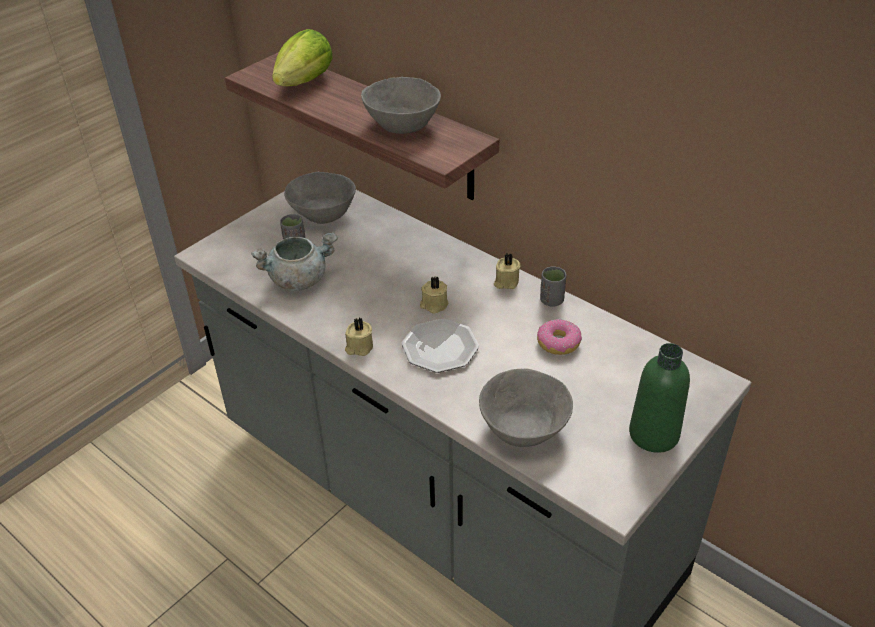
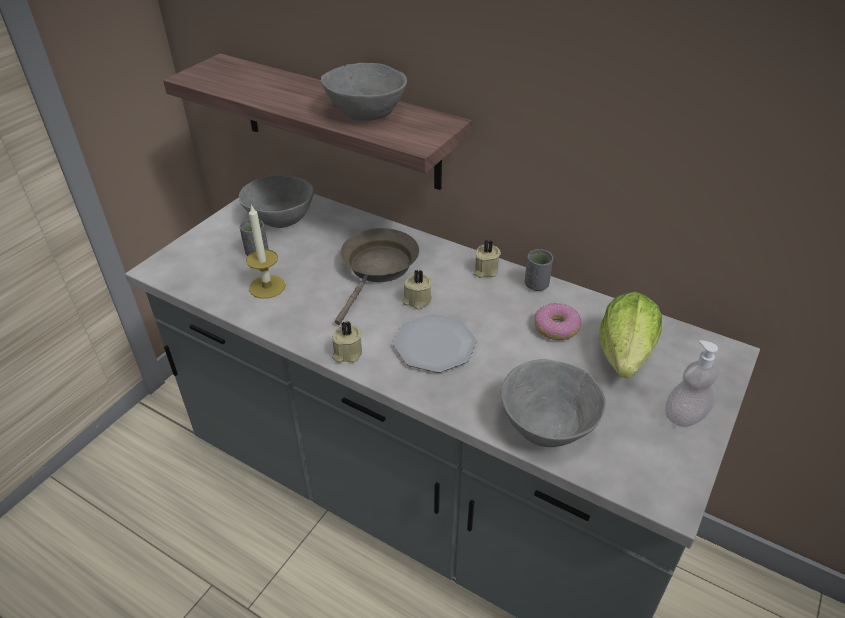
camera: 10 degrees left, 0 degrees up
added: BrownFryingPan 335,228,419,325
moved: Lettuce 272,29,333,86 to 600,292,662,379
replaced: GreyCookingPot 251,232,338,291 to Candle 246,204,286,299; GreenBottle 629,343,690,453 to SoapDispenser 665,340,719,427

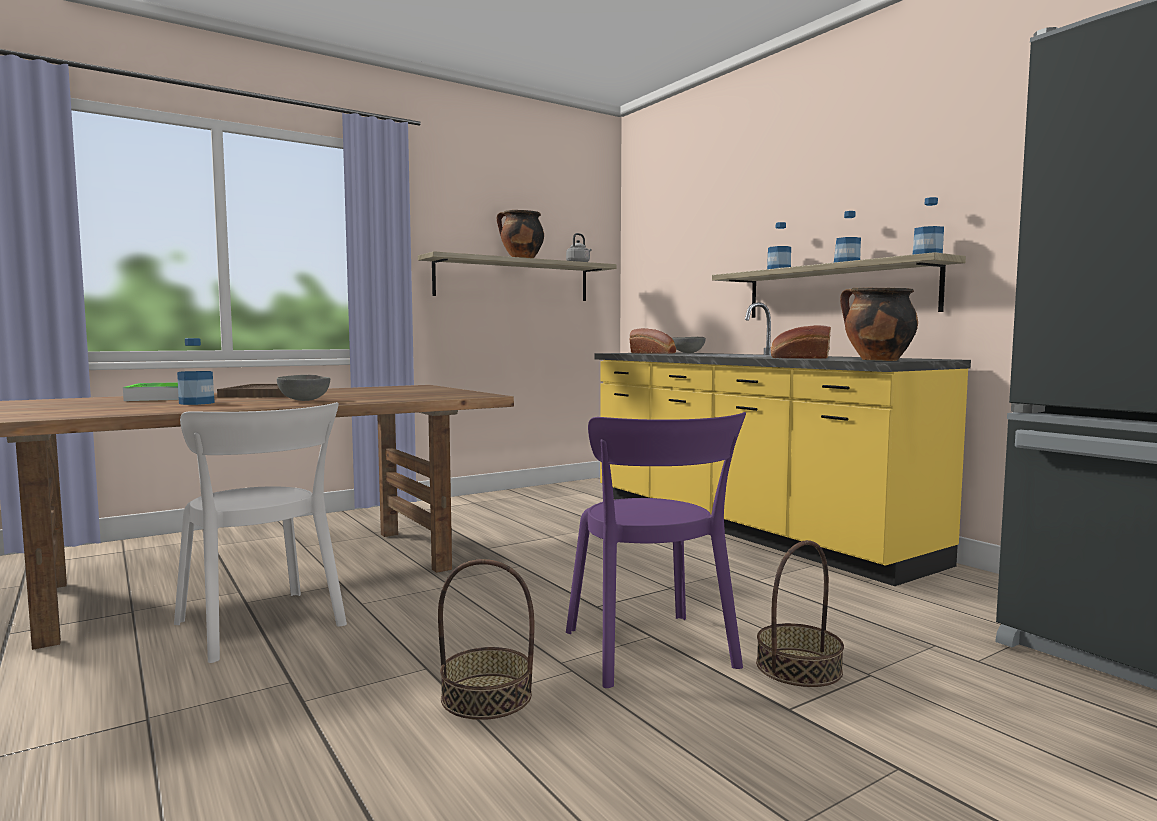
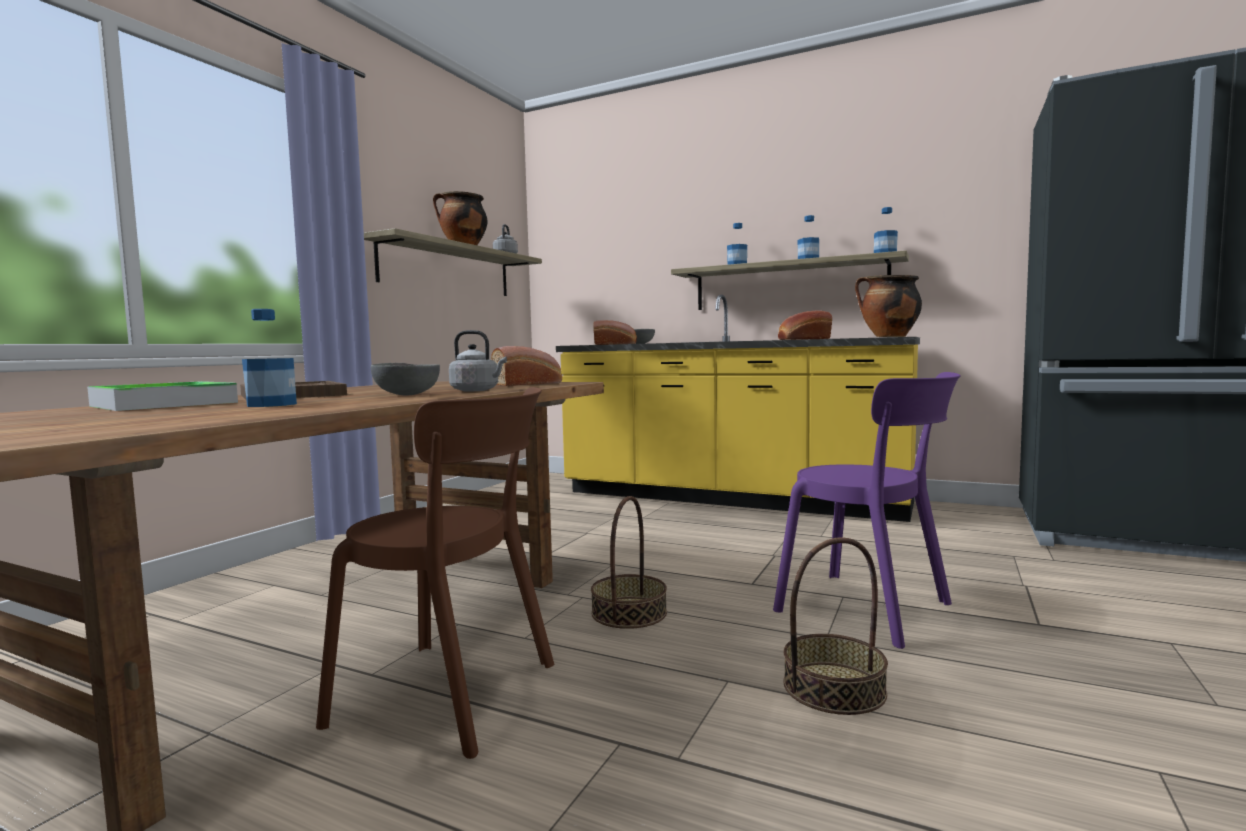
camera: 30 degrees left, 0 degrees up
added: GreyKettle 449,330,507,391; Bread 491,346,562,386
moved: Basket 756,540,844,687 to 591,496,667,629
recoloured: WhiteChair 174,402,347,663 to BrownChair 316,387,554,759

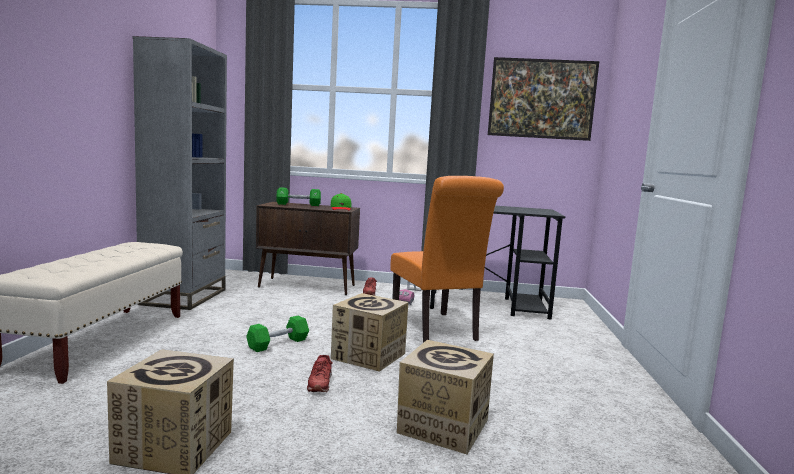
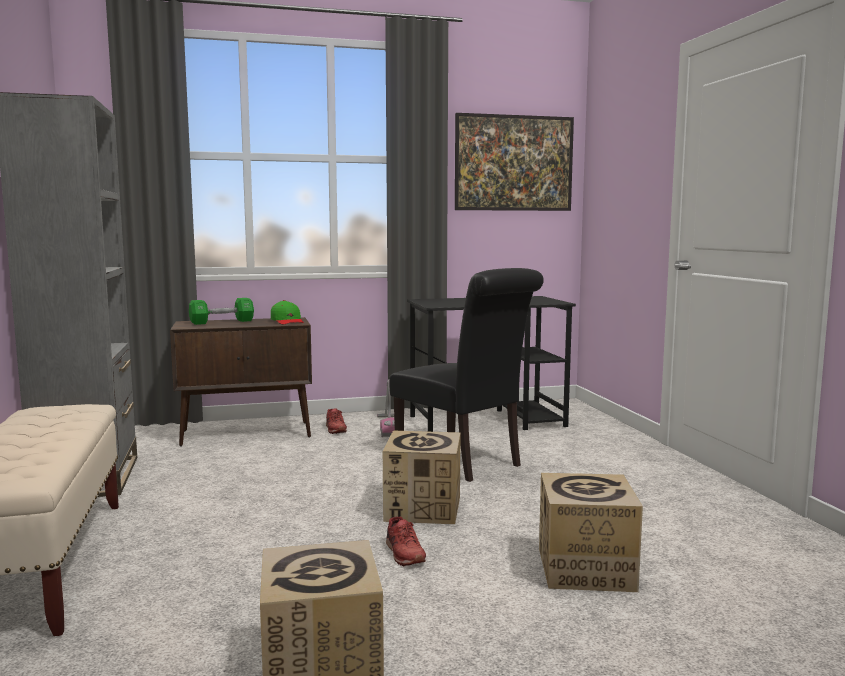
camera: 20 degrees left, 0 degrees up
removed: GreenDumbbell 246,316,309,352
recoloured: OrangeChair 391,176,504,343 to BlackChair 389,268,544,482

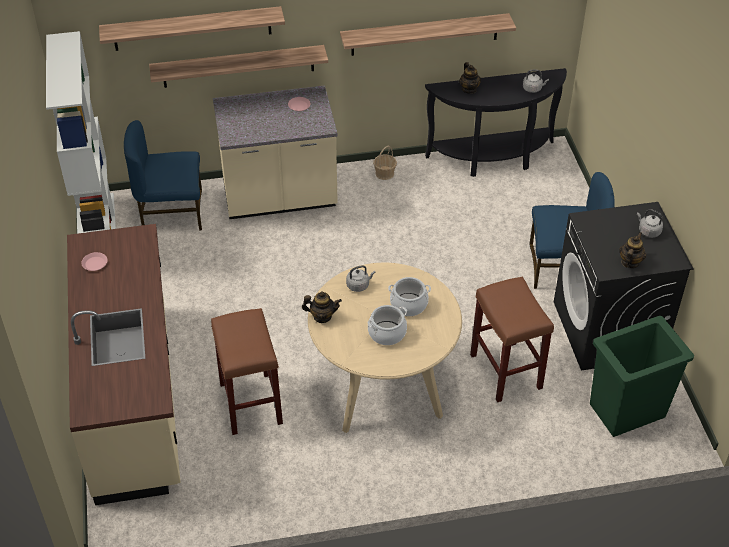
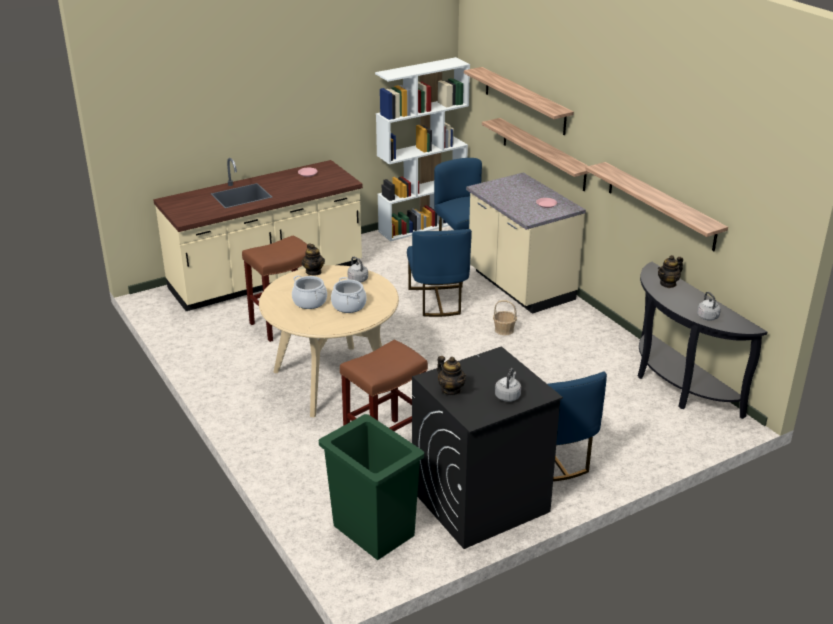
camera: 70 degrees right, 15 degrees down
added: BlueChair 407,229,472,317
moved: Basket 373,145,397,180 to 493,300,517,336
turned: Teapot 619,232,646,268 = 437,356,466,395 45 degrees clockwise

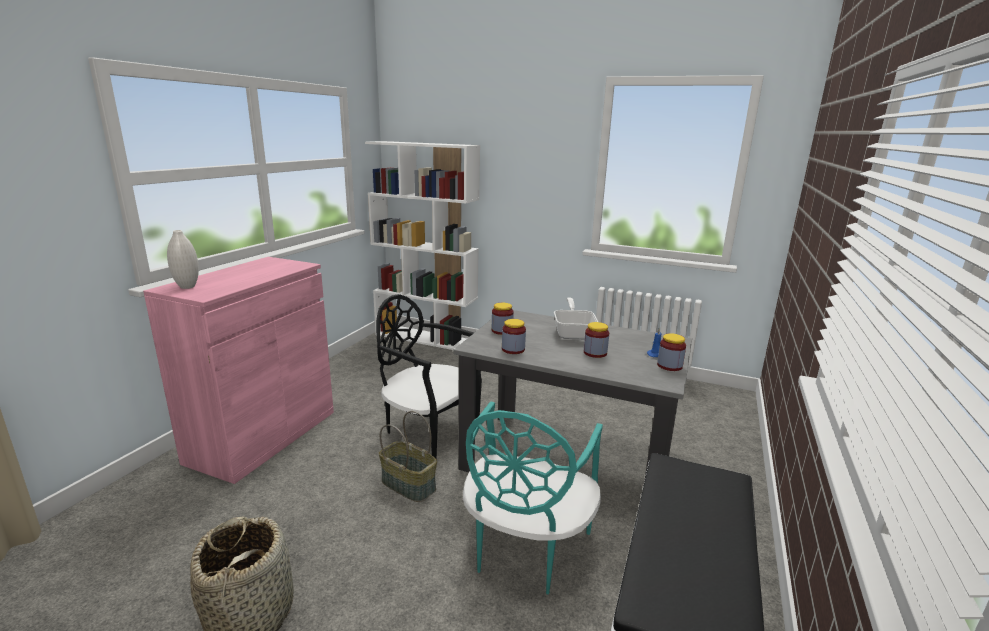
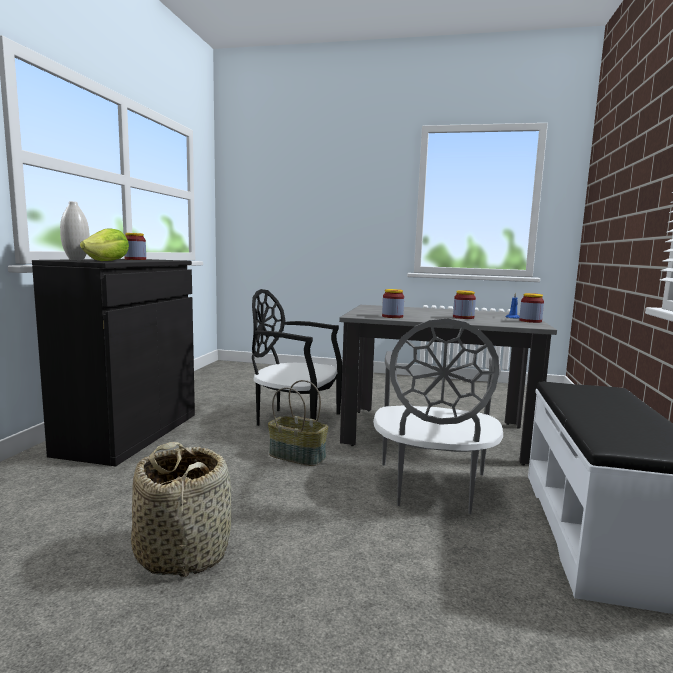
camera: 10 degrees left, 10 degrees down
removed: WhiteBookcase 365,141,480,350; FryingPan 554,298,598,339
added: Lettuce 80,229,129,261
moved: Jar 492,303,514,335 to 124,233,146,260
recoloured: PinkCabinet 143,257,334,484 to BlackCabinet 32,259,195,467; TurquoiseChair 463,401,603,595 to GreyChair 373,318,503,514

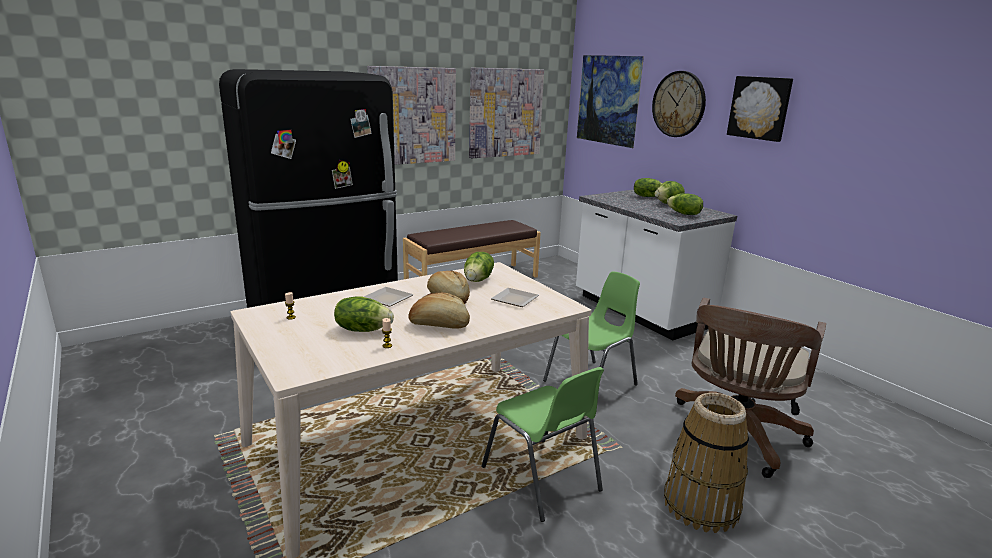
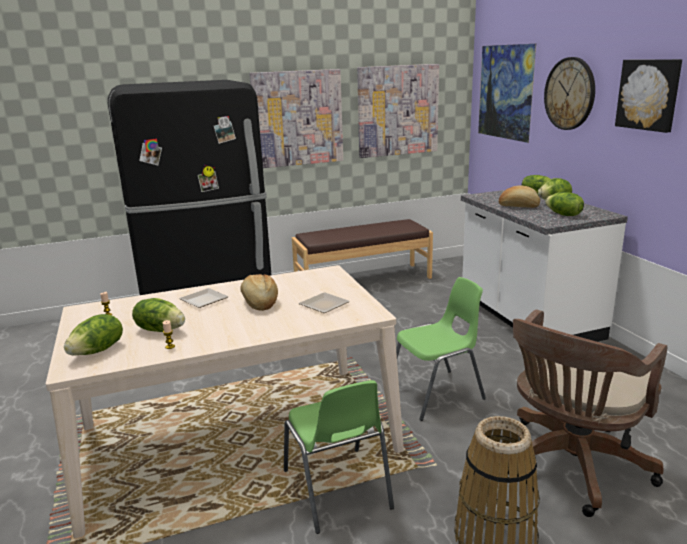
camera: 15 degrees right, 0 degrees up
moved: Bread 409,293,470,329 to 499,185,540,208; Lettuce 464,252,494,282 to 64,314,123,356

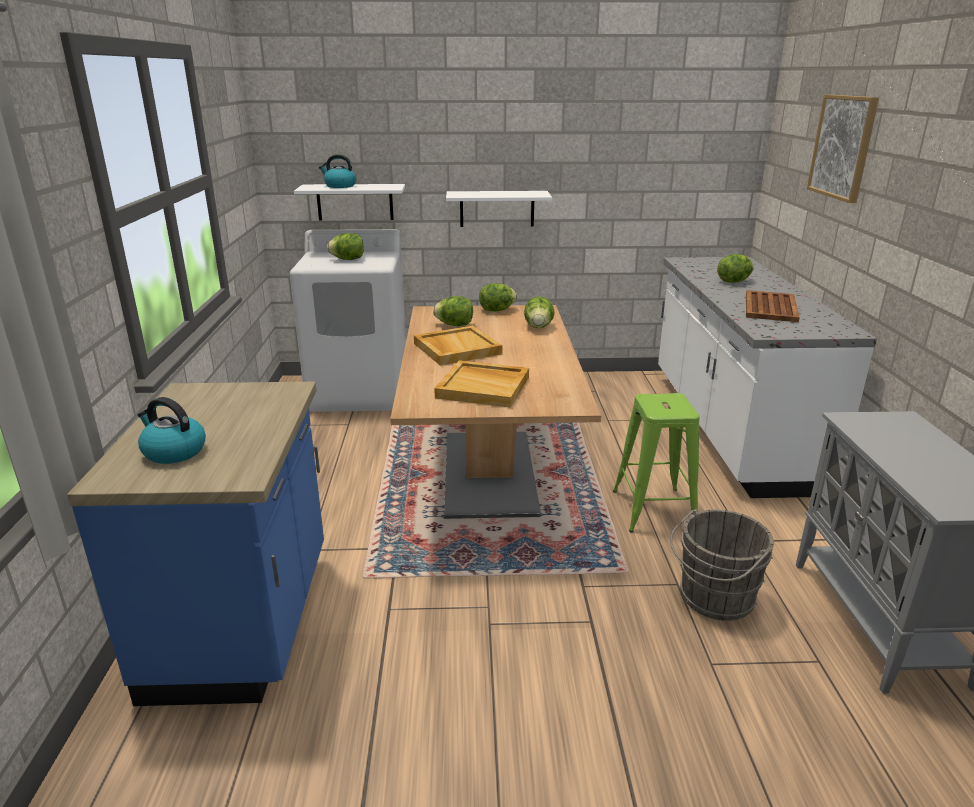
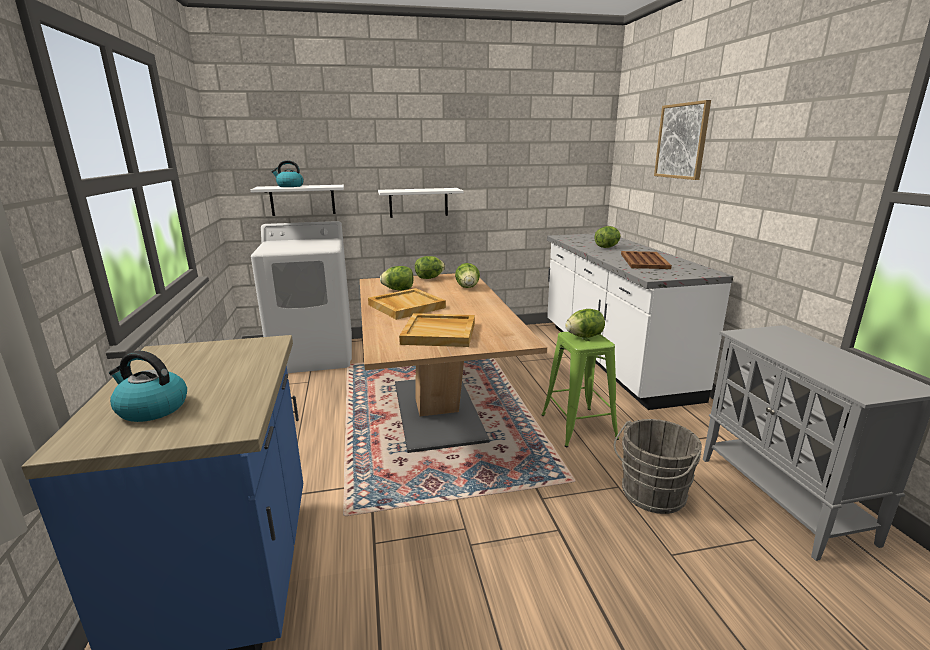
camera: 10 degrees left, 5 degrees down
moved: Lettuce 327,233,364,260 to 565,309,605,338

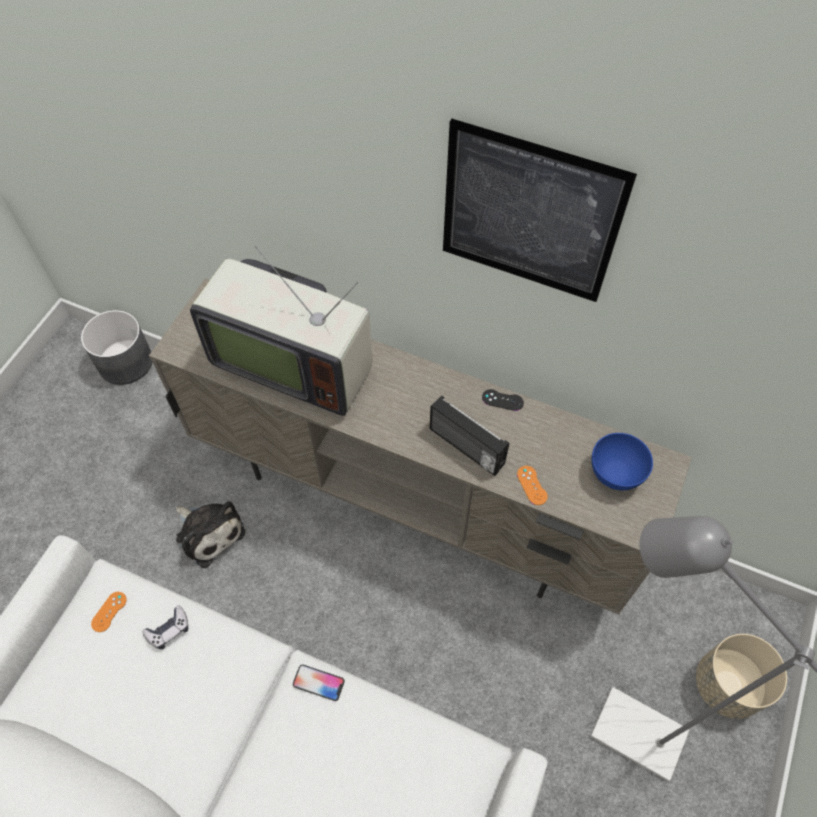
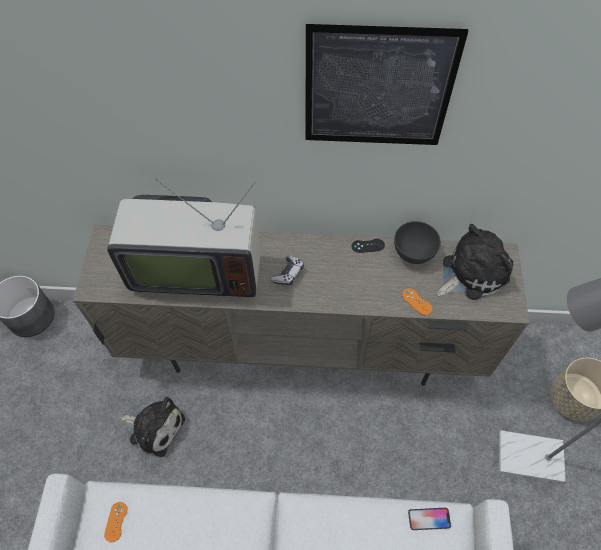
camera: 20 degrees left, 0 degrees up
removed: Radio 430,395,509,476
added: GreyBowl 394,221,441,264
moved: GameController 142,606,188,649 to 271,256,304,285; Phone 293,664,345,701 to 408,508,451,530
replaced: BlueBowl 592,433,653,490 to PlushToy 437,224,513,300

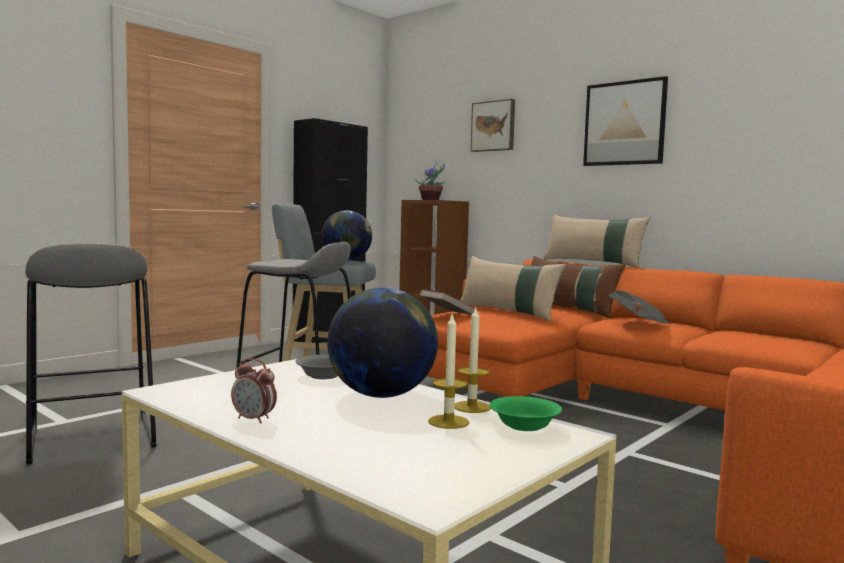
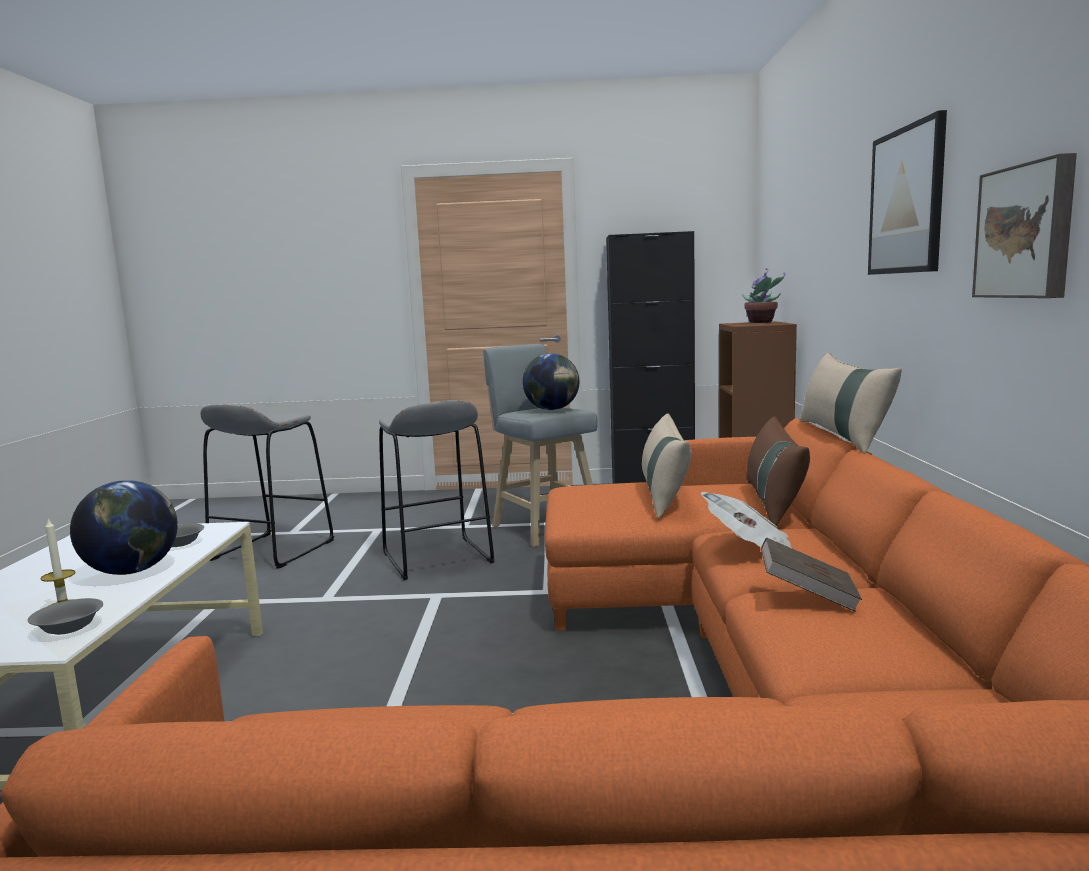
camera: 50 degrees right, 5 degrees up
removed: AlarmClock 231,358,277,424; Candle 454,306,491,413
moved: BrownBook 420,289,475,315 to 761,538,862,612; Picture 470,99,515,152 to 972,153,1077,298
recoloured: GreenBowl 490,396,562,431 to GreyBowl 28,598,103,635

